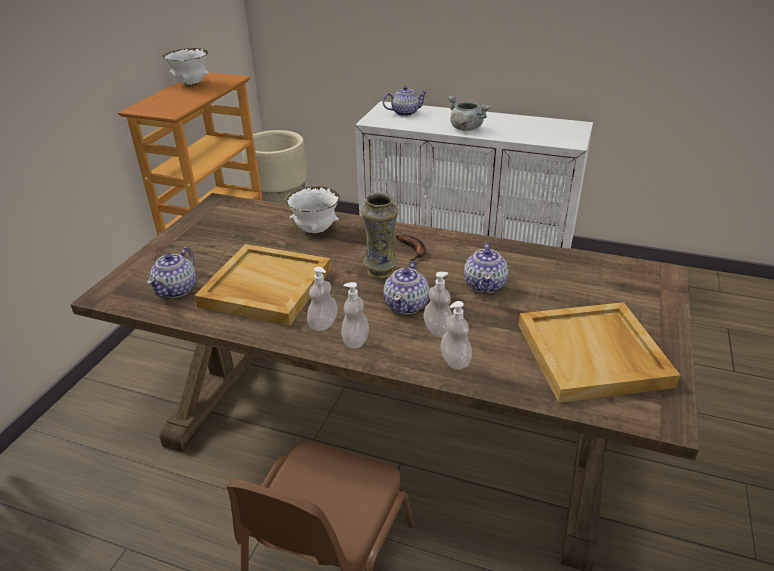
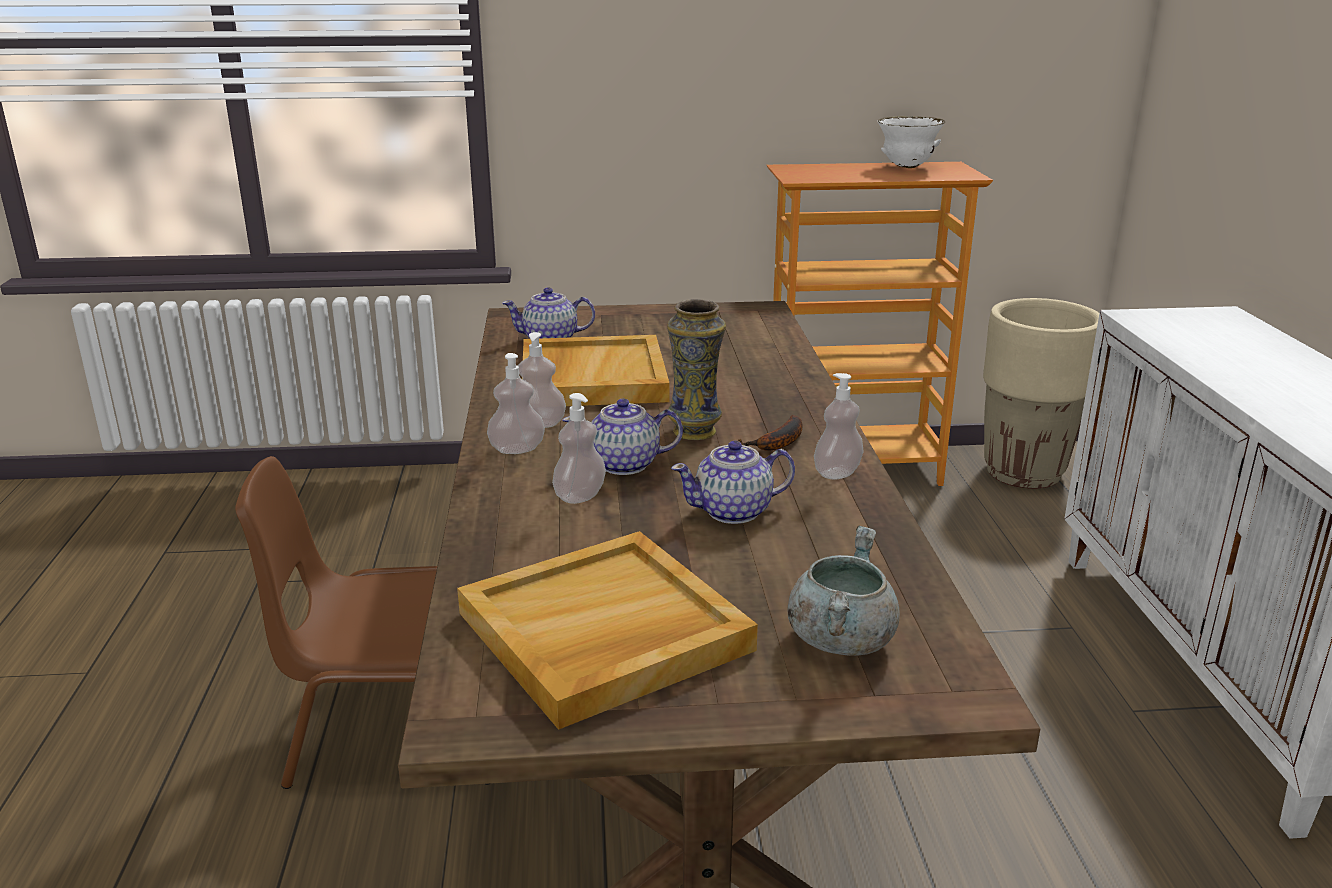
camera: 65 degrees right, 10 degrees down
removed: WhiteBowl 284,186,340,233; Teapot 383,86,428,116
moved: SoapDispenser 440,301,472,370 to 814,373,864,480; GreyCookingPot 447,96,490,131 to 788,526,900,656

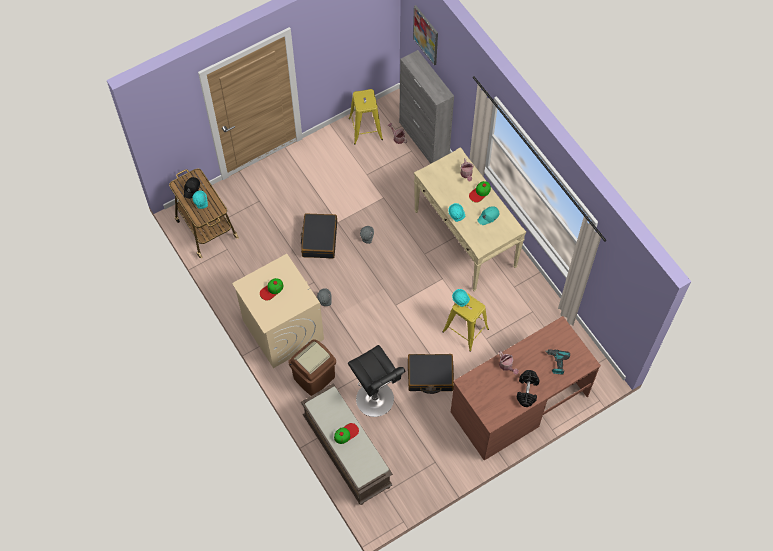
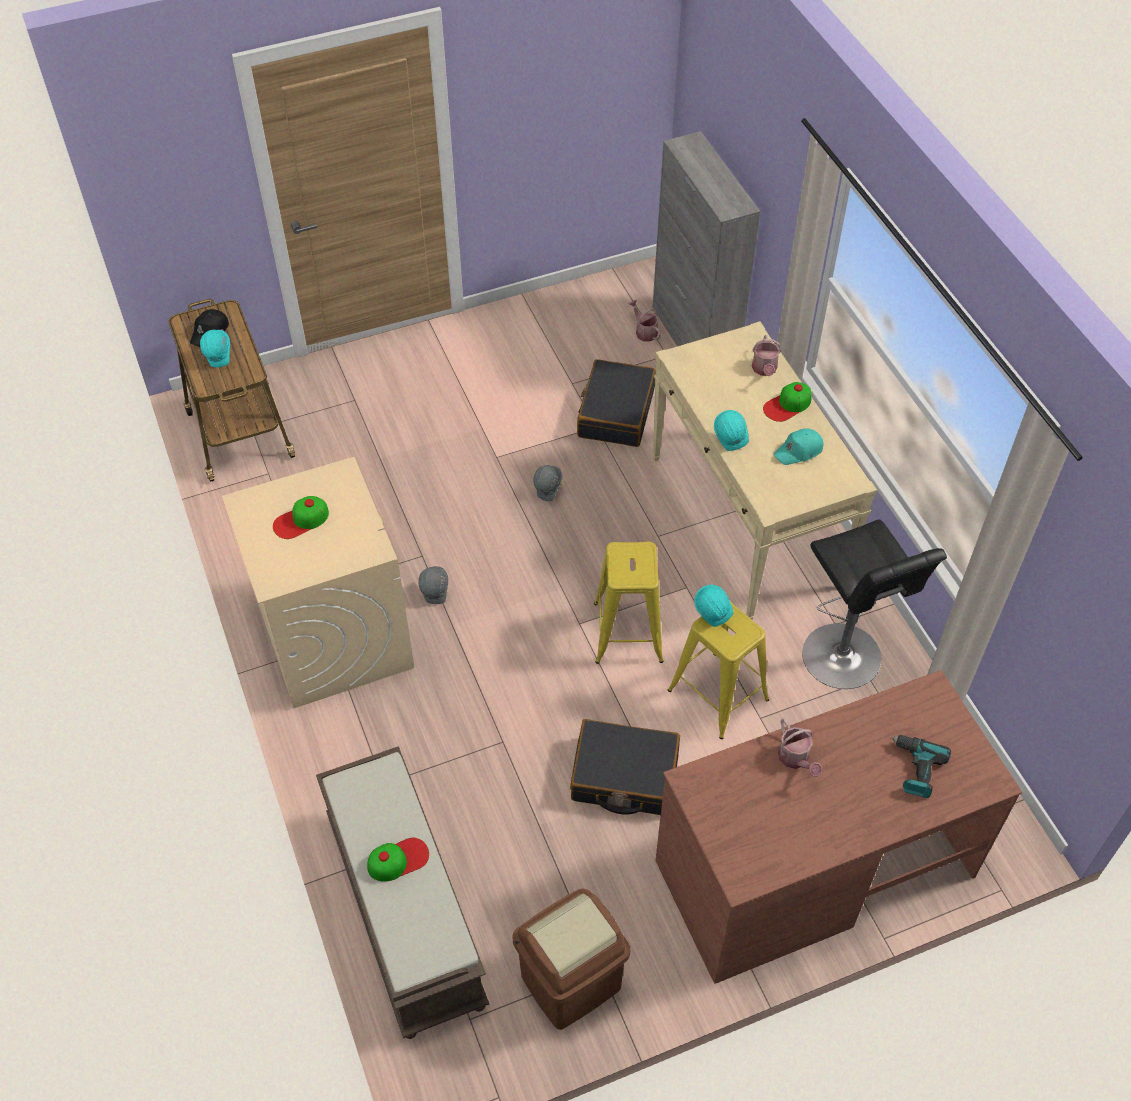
camera: 10 degrees right, 10 degrees down
removed: Picture 413,5,438,66; BlackDumbbell 517,370,540,407
moved: BrownTrashCan 288,339,336,396 to 512,889,631,1030; BlackSuitcase 301,213,337,258 to 577,359,656,447; BlackStool 348,345,406,417 to 802,519,947,689; YellowStool 349,89,383,144 to 594,542,663,664

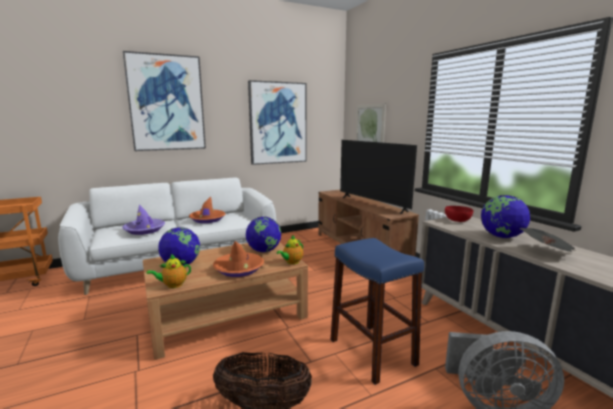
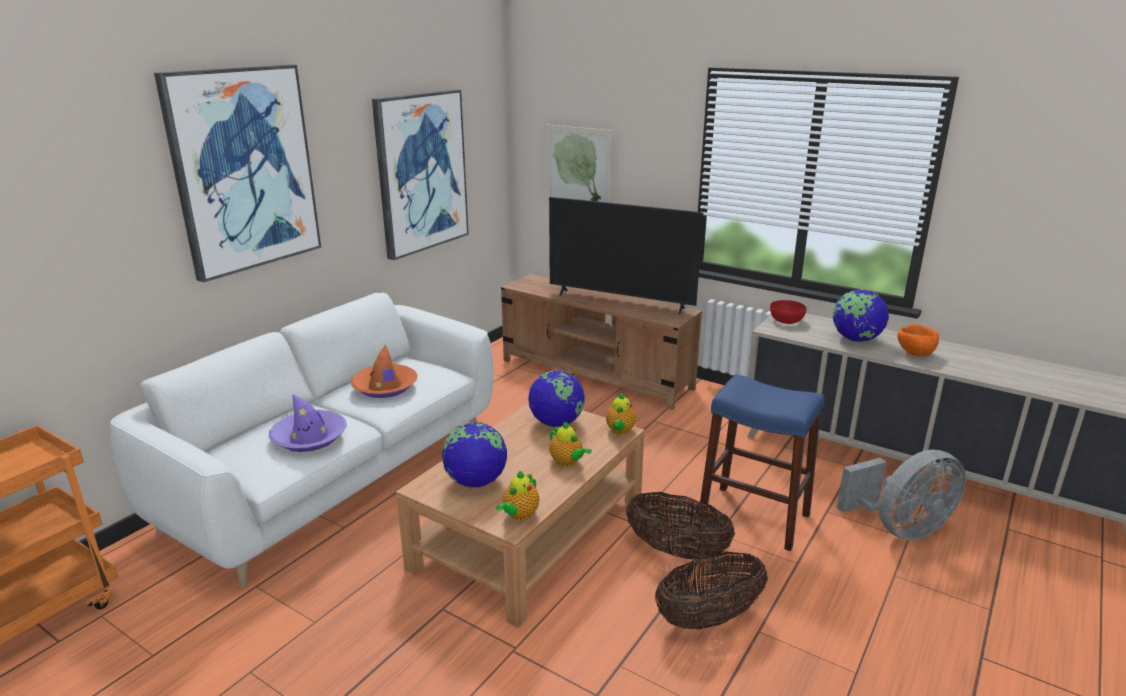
camera: 30 degrees left, 10 degrees up
added: Basket 626,492,735,560
replaced: OrangeHat 213,241,264,277 to Teapot 549,422,591,467; Newspaper 519,228,575,252 to OrangeBowl 897,324,939,356

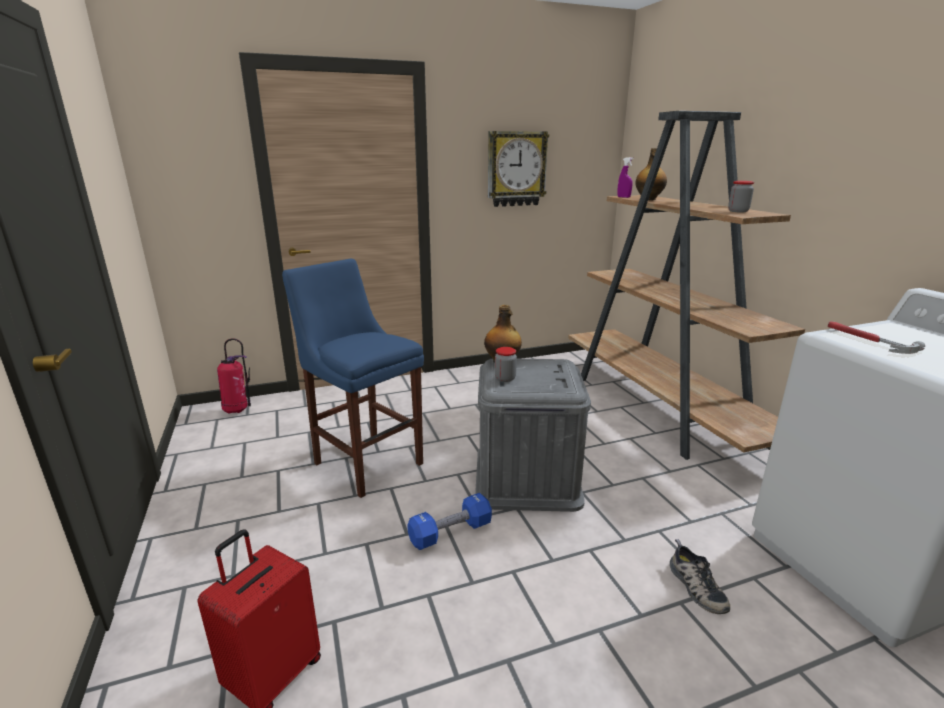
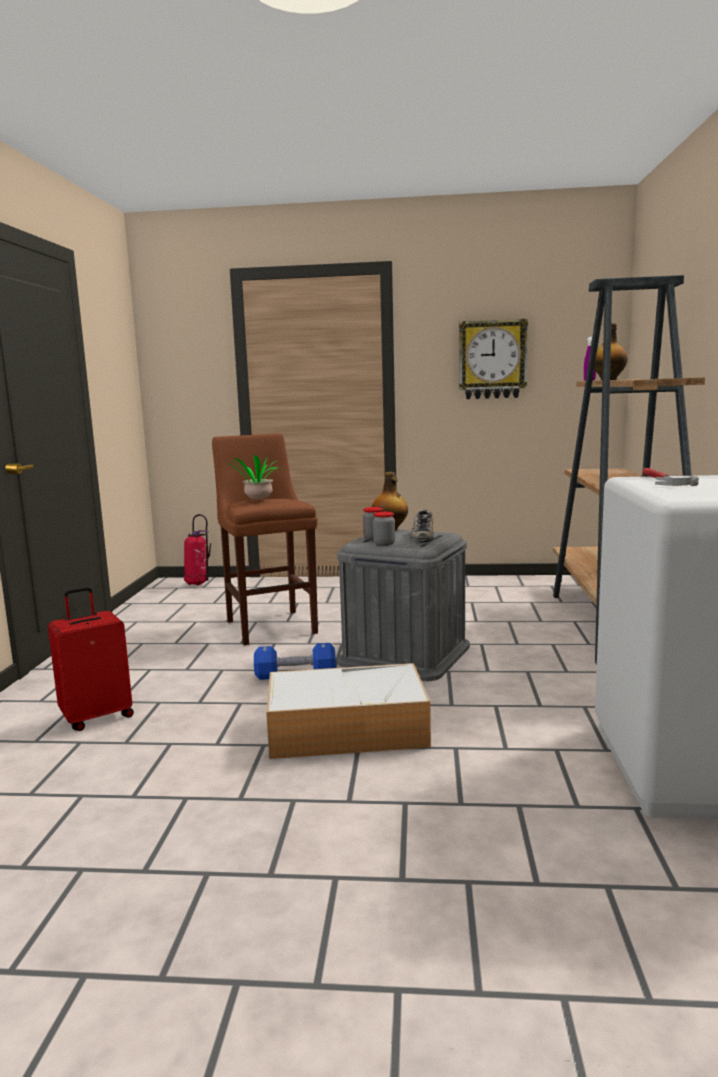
camera: 25 degrees right, 10 degrees down
added: PottedPlant 223,455,282,499; StorageBox 266,663,431,759
moved: Shoe 670,539,730,614 to 410,509,434,542; Jar 728,181,754,212 to 373,512,395,546
recoloured: BlueStool 282,259,424,498 to BrownStool 212,433,318,645

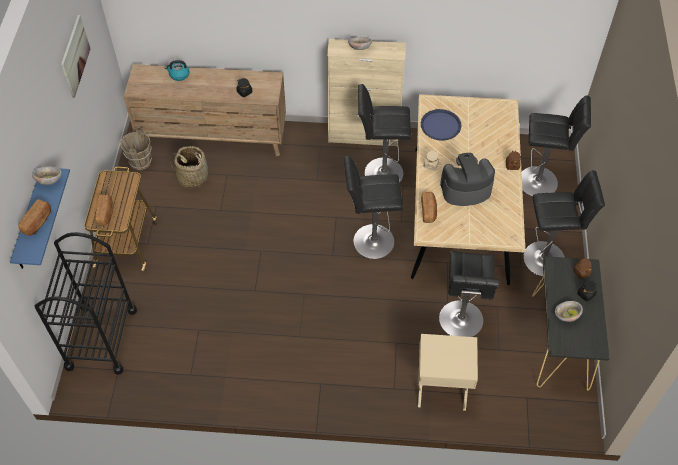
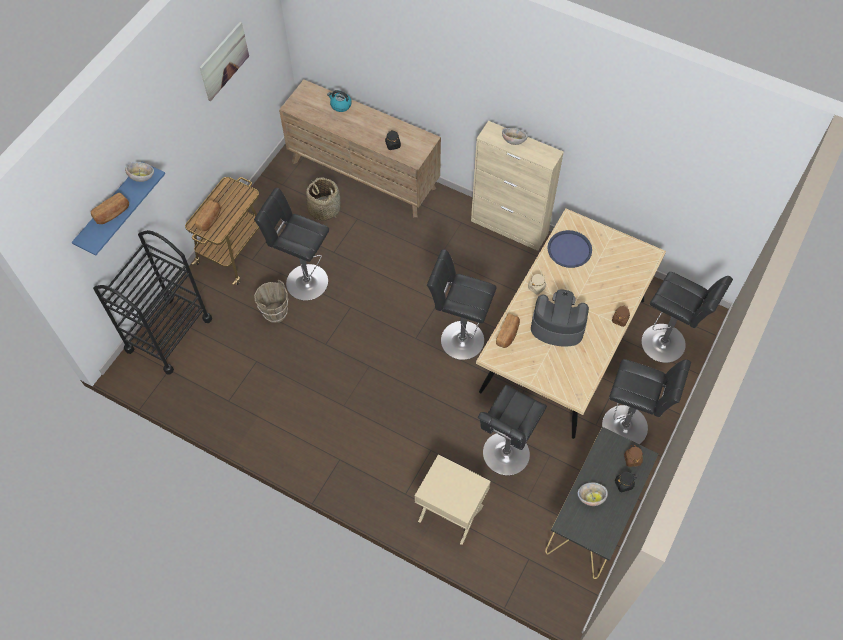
camera: 25 degrees right, 5 degrees up
moved: BrownBucket 120,127,152,170 to 254,280,289,323; BlackStool 358,84,411,182 to 254,188,329,301

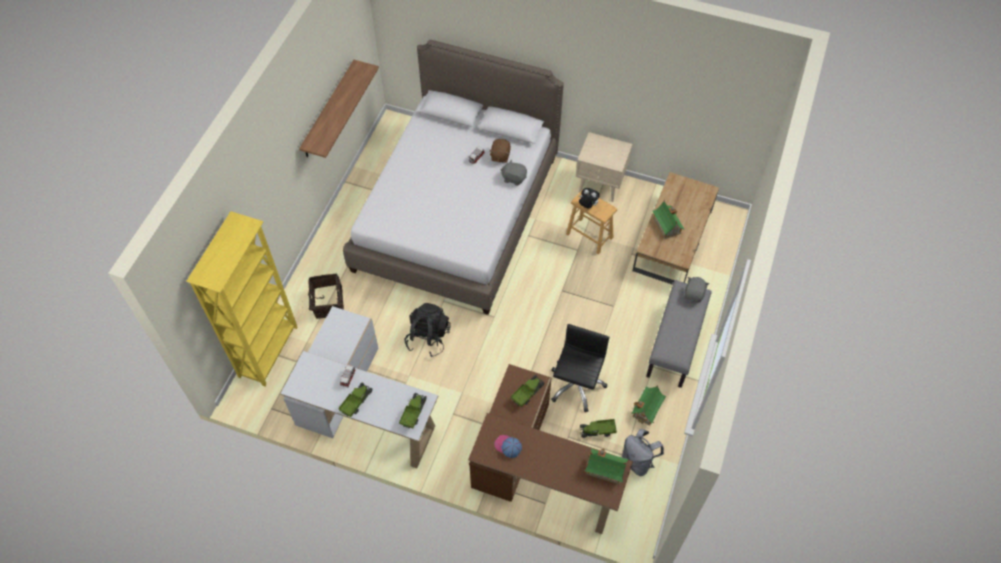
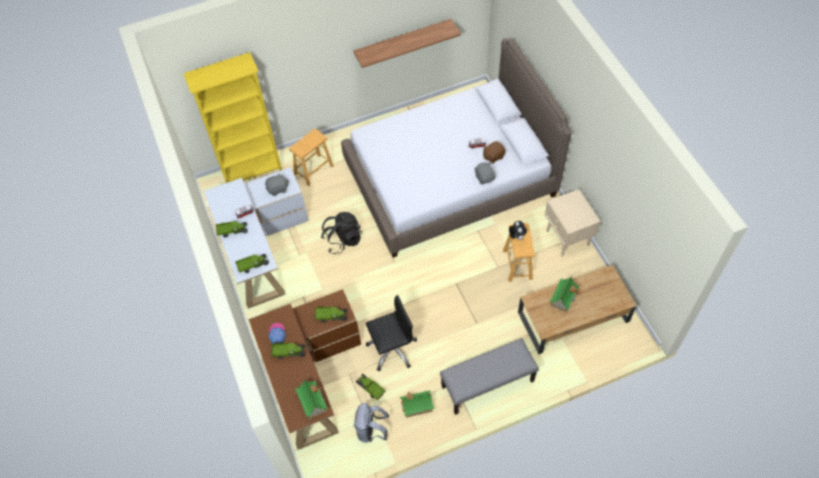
camera: 50 degrees right, 0 degrees up
added: ToyTruck 271,343,306,359
moved: GreyPlushToy 684,277,709,302 to 265,174,289,196
replaced: Basket 302,274,344,319 to BrownStool 289,129,334,186

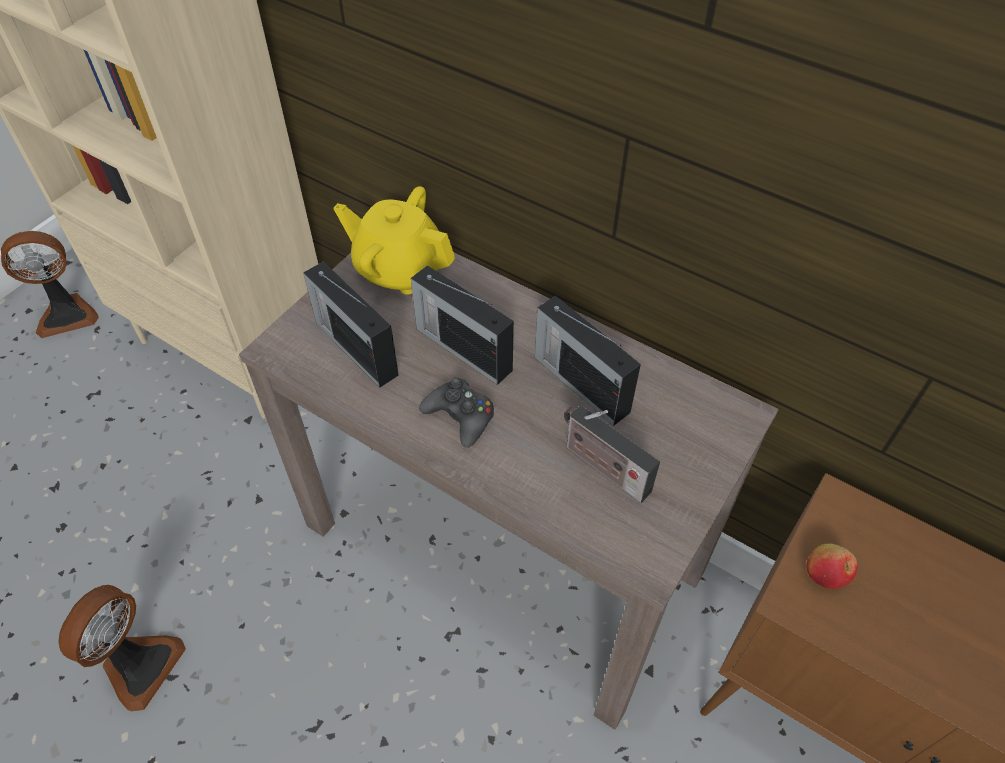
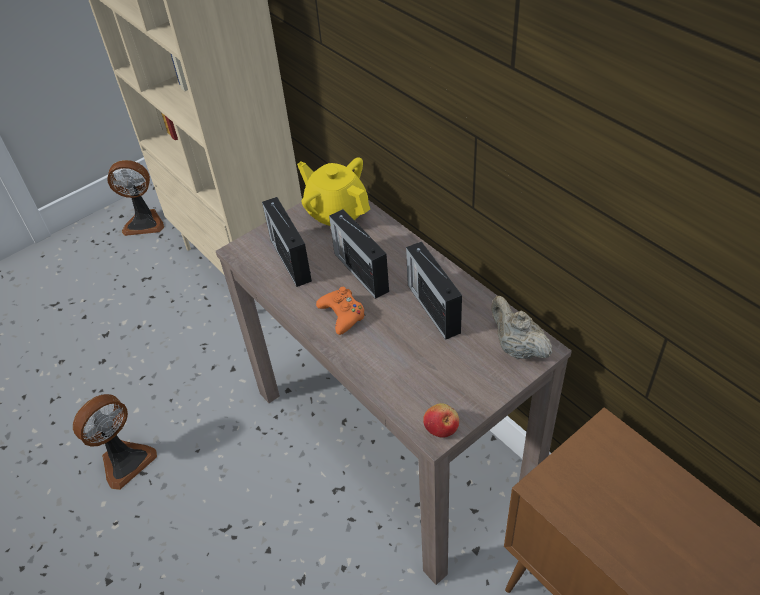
camera: 20 degrees right, 5 degrees down
removed: Radio 564,405,660,503
added: BeigeTeapot 491,296,553,359
moved: Apple 806,544,858,589 to 423,403,459,438
recoloured: BlackGameController 419,377,494,448 to OrangeGameController 316,287,366,335

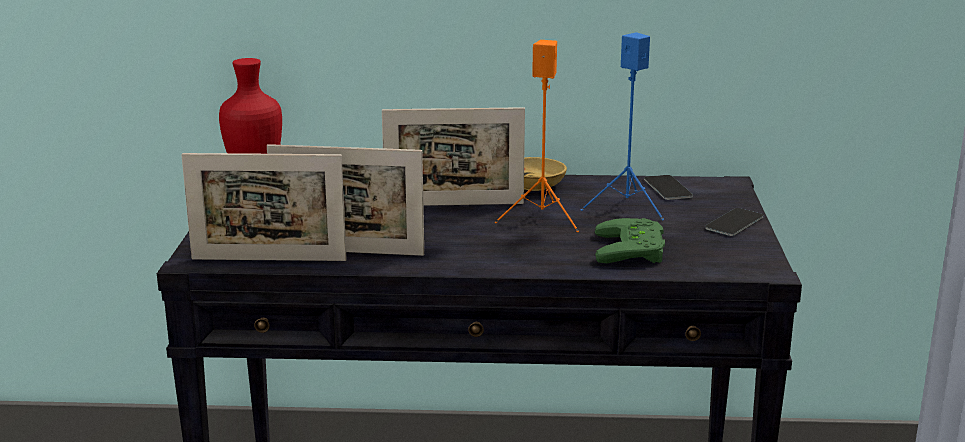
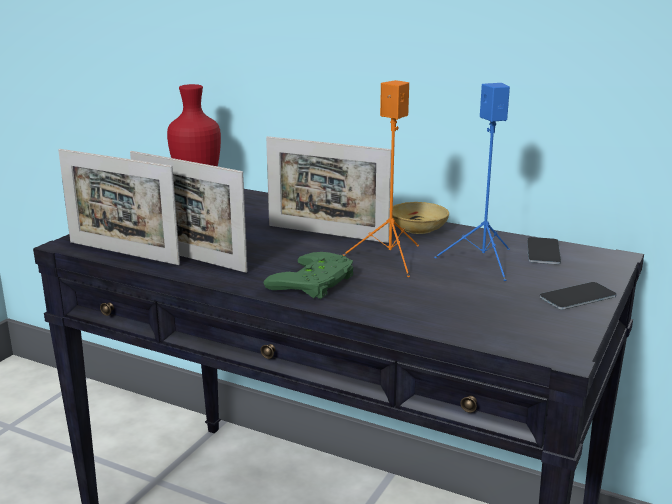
camera: 25 degrees right, 0 degrees up
moved: GreenGameController 595,218,665,263 to 263,252,353,299

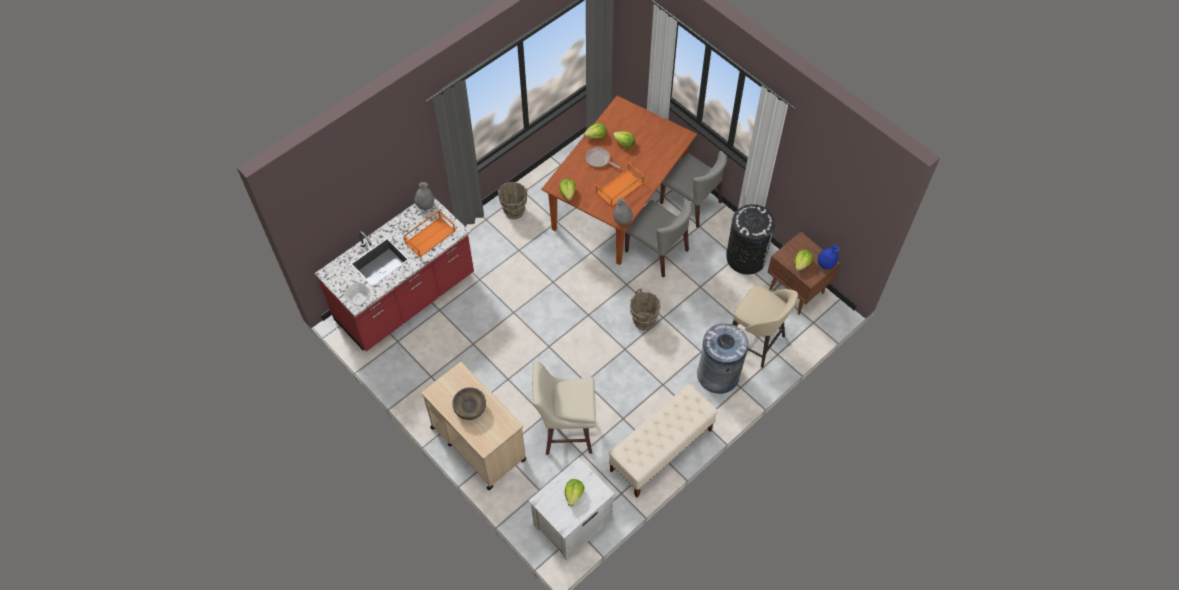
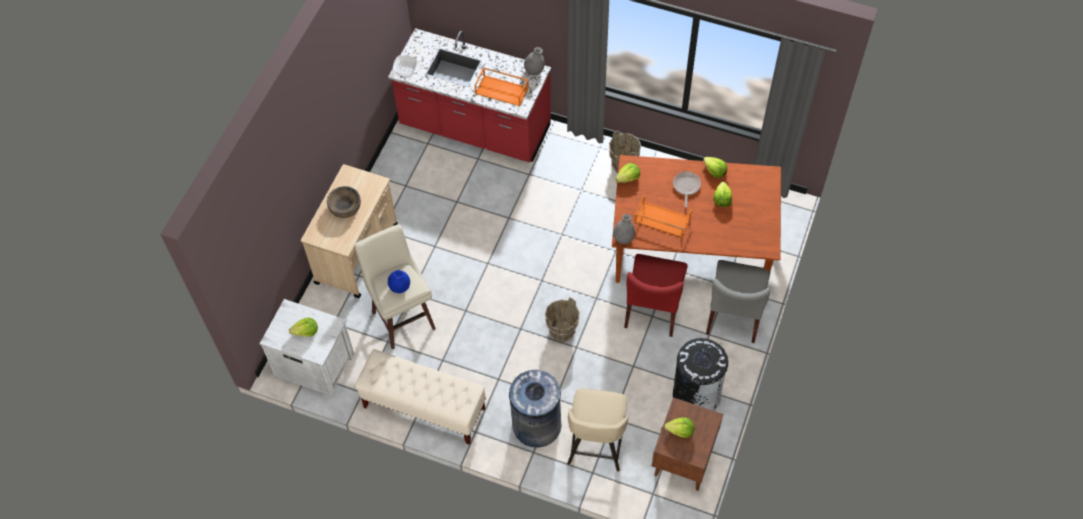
camera: 65 degrees right, 0 degrees up
moved: BlueVase 818,245,840,269 to 388,270,410,293
recoloured: GreyChair 625,200,692,278 to RedChair 624,254,688,337

